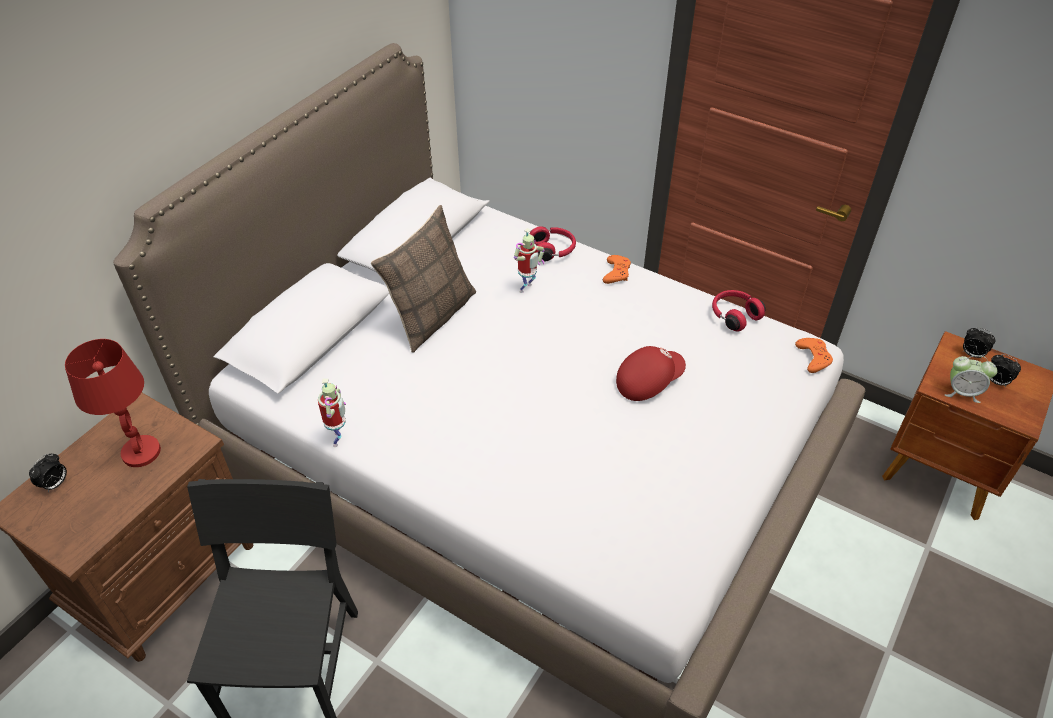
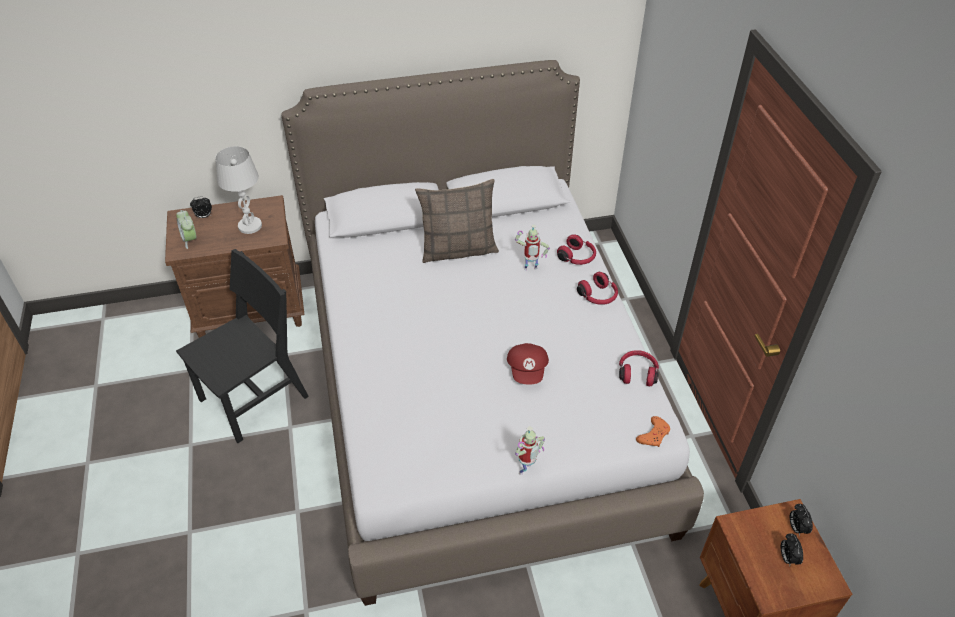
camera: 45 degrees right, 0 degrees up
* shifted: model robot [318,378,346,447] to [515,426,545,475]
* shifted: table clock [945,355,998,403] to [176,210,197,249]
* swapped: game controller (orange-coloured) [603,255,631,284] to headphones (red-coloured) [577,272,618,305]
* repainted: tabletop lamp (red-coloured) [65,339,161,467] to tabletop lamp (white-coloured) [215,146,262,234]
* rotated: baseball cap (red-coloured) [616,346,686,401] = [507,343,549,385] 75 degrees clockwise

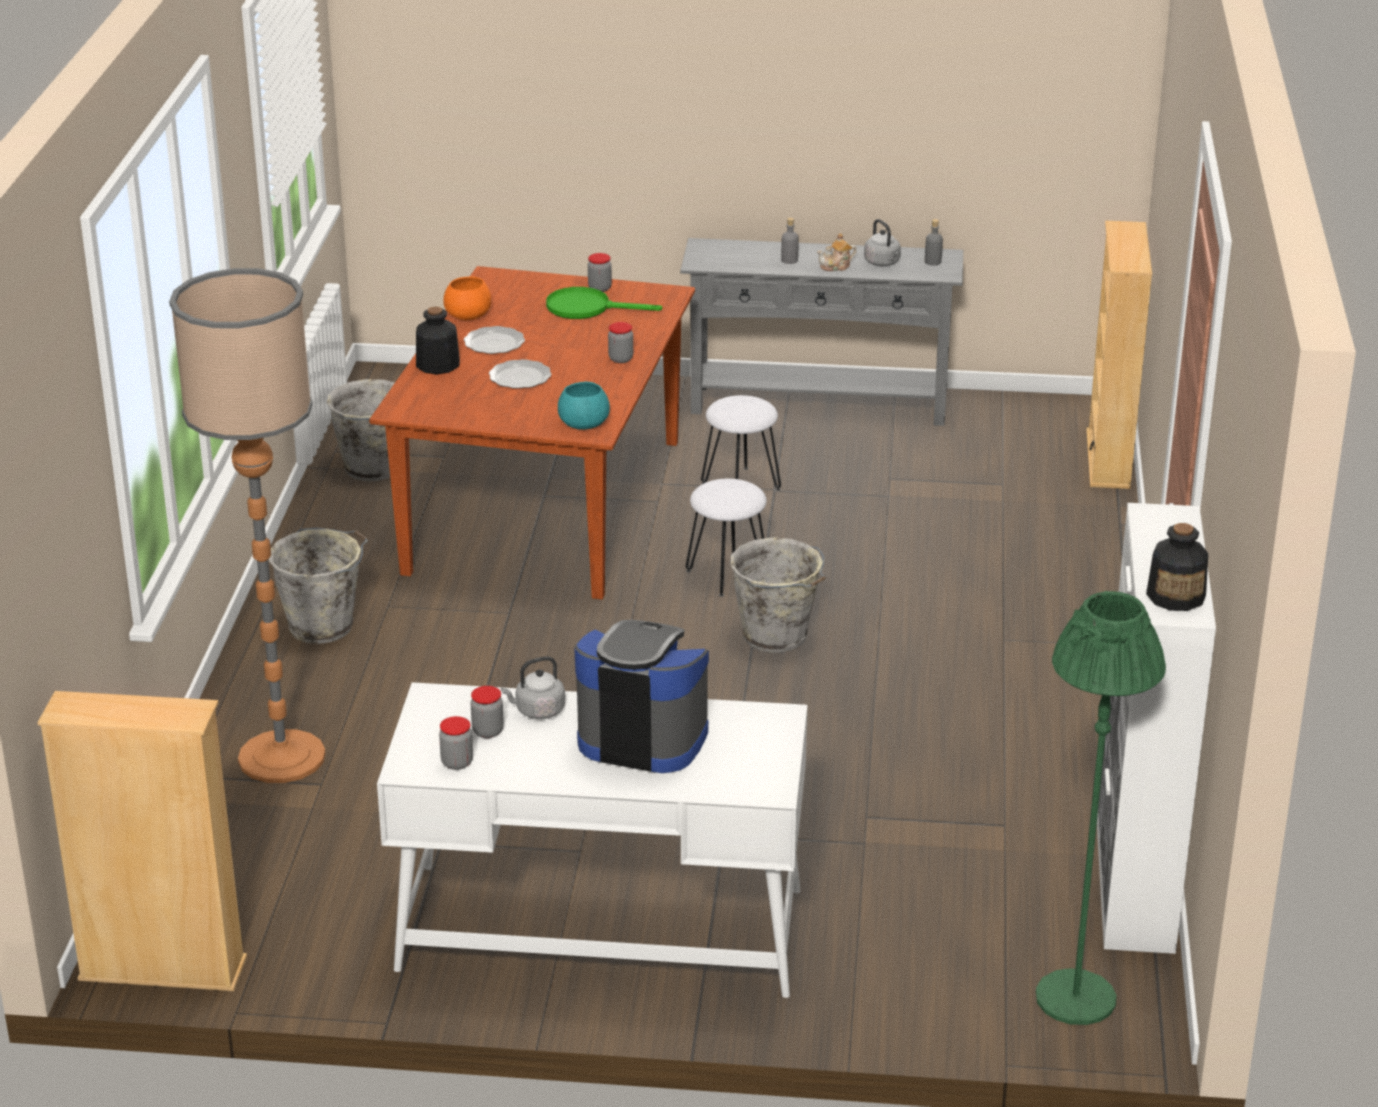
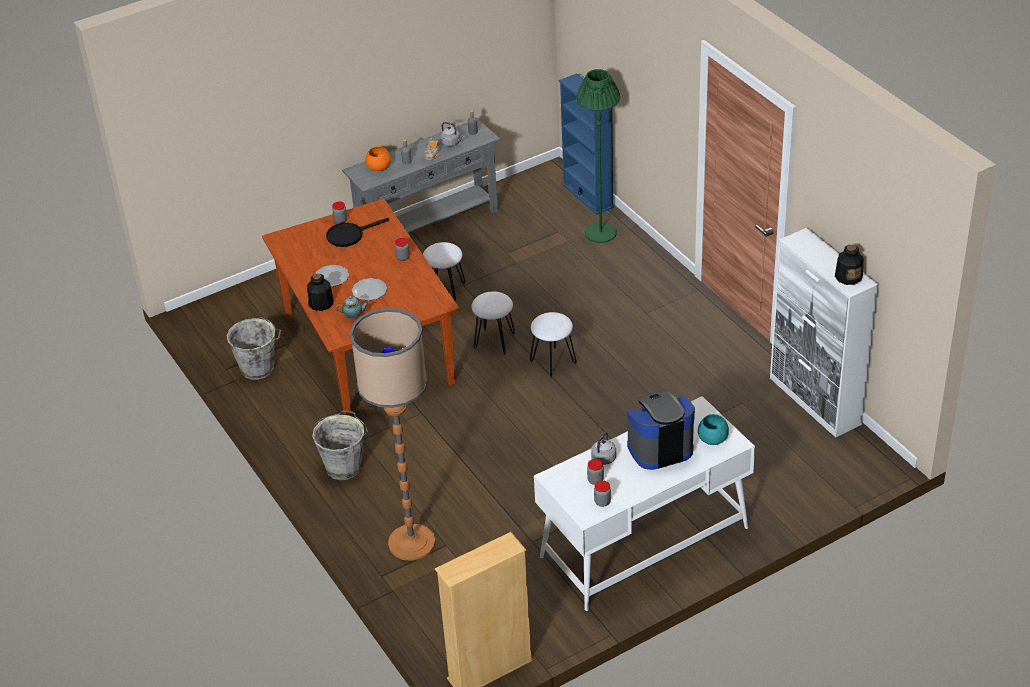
camera: 35 degrees left, 10 degrees up
* new: pot for tea [336,296,369,320]
* shifted: deep dish (orange-coloured) [444,277,491,320] to [365,146,391,171]
* shifted: deep dish (turquoise-coloured) [558,382,610,430] to [698,414,729,445]
* shifted: standard lamp (greenish) [1036,591,1166,1025] to [576,69,620,243]
* swapped: pail (grey) [730,537,826,653] to sitting stool (white-coloured) [530,312,577,378]
* repainted: pan (greenish) [546,287,662,319] to pan (black-coloured) [326,218,389,247]
* repainted: bookshelf (beige) [1086,221,1152,489] to bookshelf (blue) [559,73,614,215]

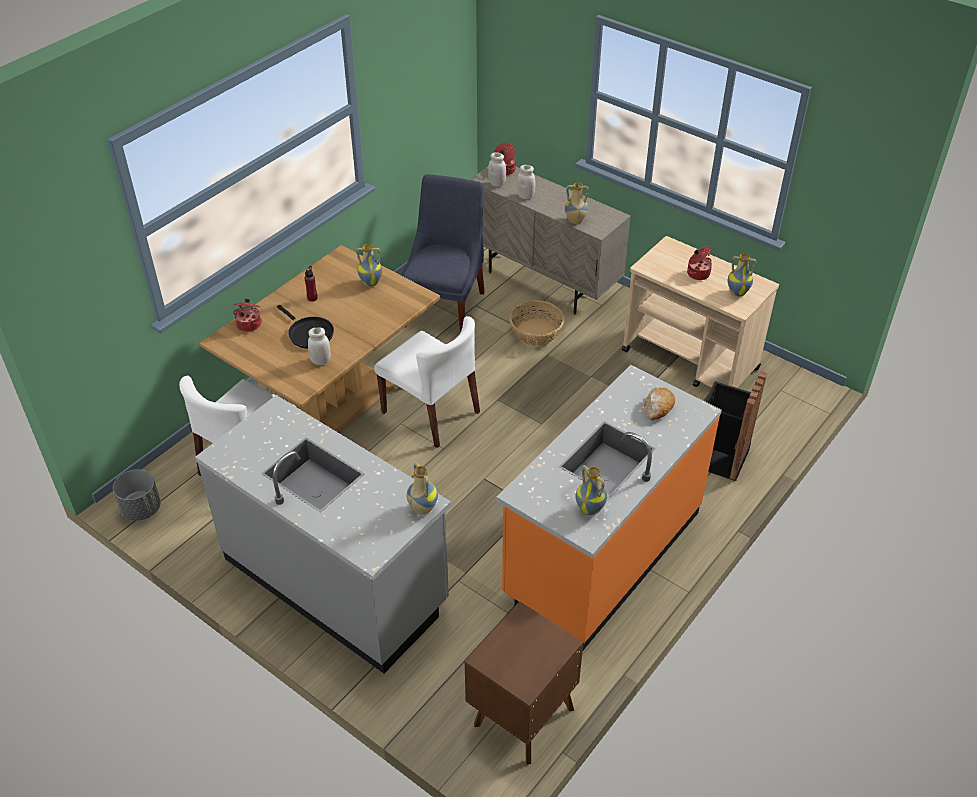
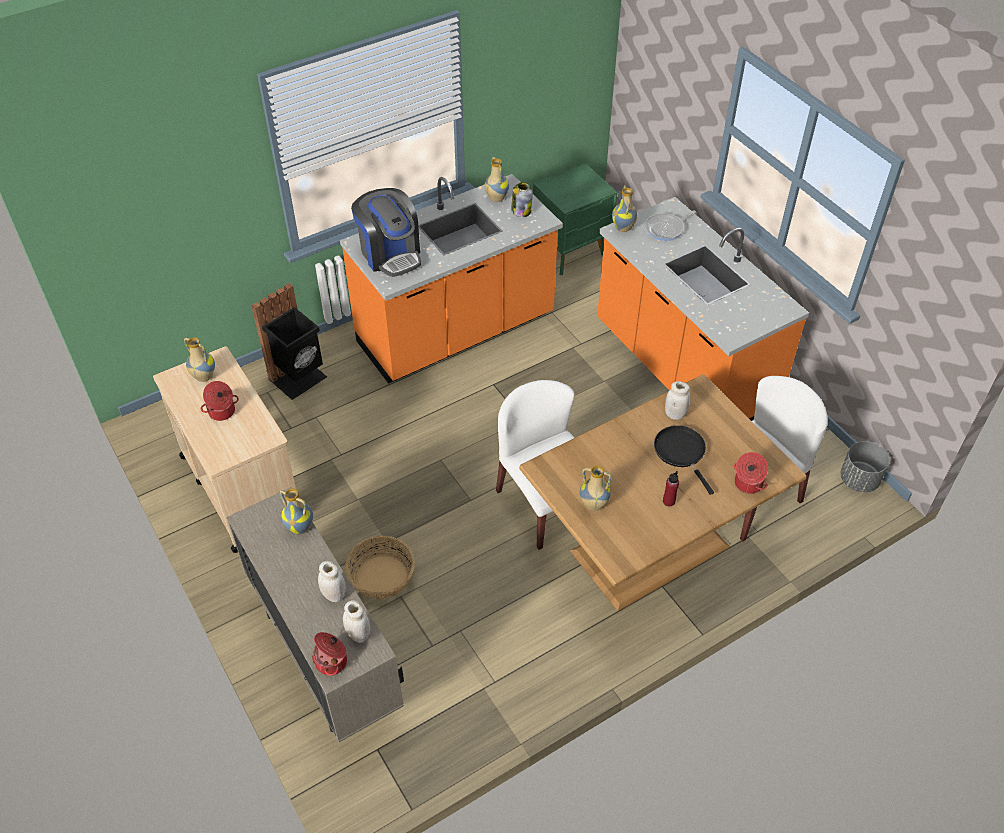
camera: 160 degrees left, 5 degrees up
* gone: upright chair (blue) [401,174,485,332]
* new: storage jar [511,182,533,217]
* new: pan [645,210,696,241]
* swapped: baked bread [644,387,675,421] to coffee maker [351,188,421,277]
* repainted: kitchen base unit (grey) [195,395,451,673] to kitchen base unit (orange-coloured) [597,197,809,421]
* repainted: bedside table (brown) [464,601,583,764] to bedside table (greenish) [533,163,618,275]

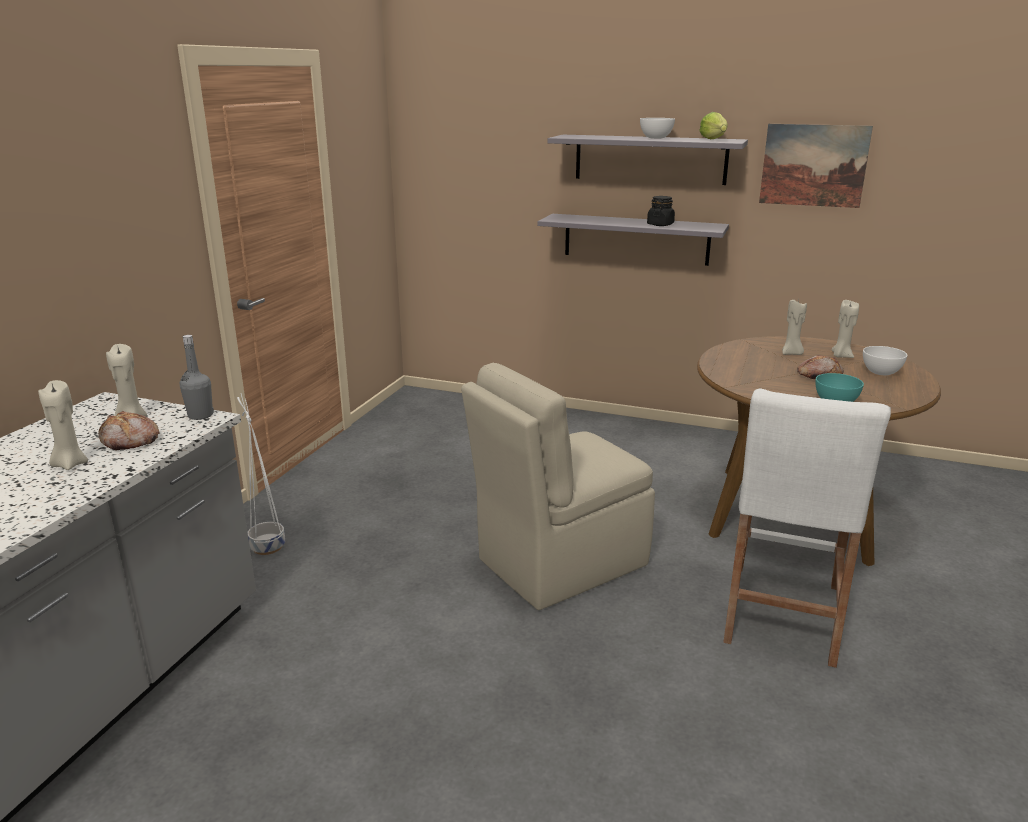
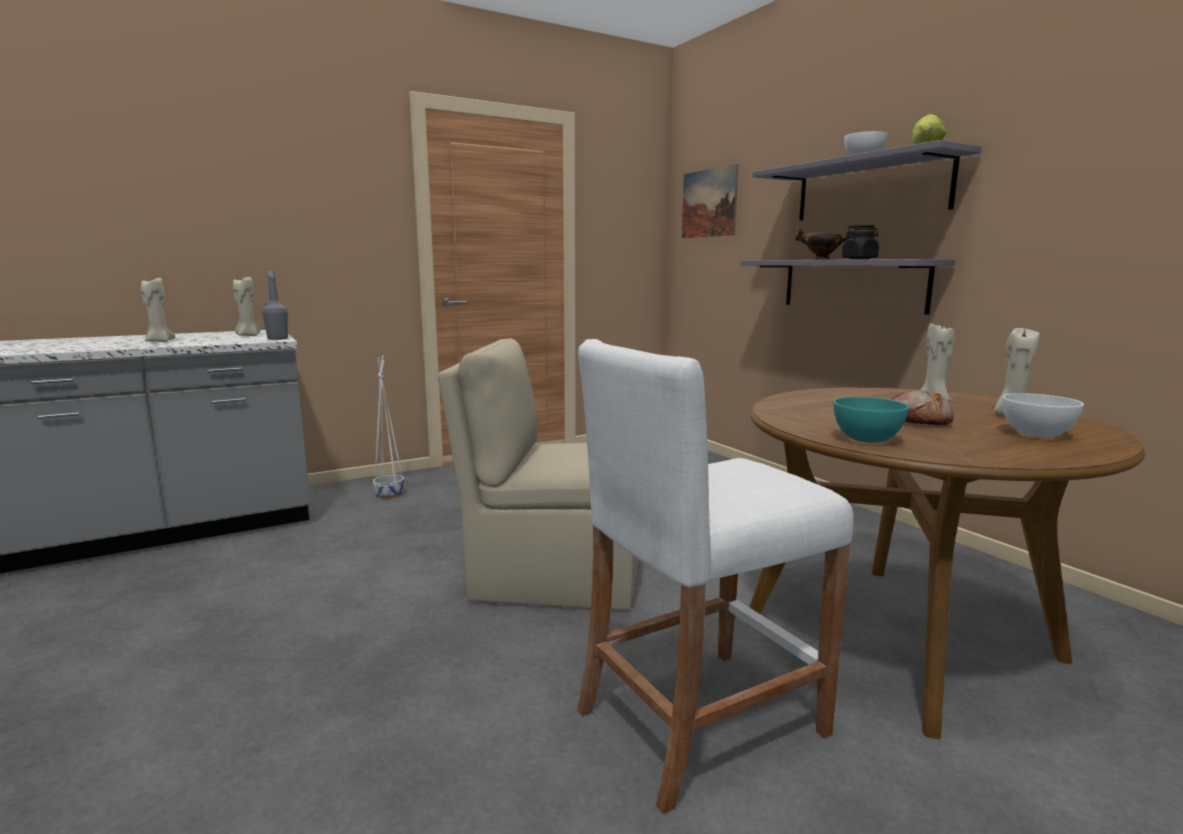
camera: 40 degrees right, 10 degrees down
* gone: baked bread [98,411,160,451]
* new: deep dish [795,229,847,260]
* shifted: wall art [759,124,873,208] to [682,164,738,238]

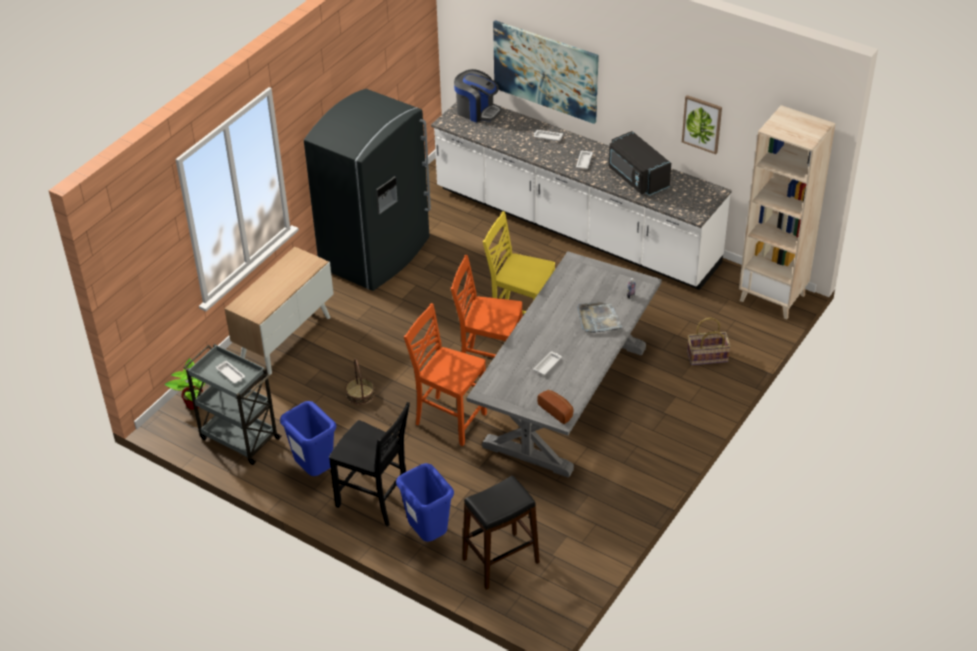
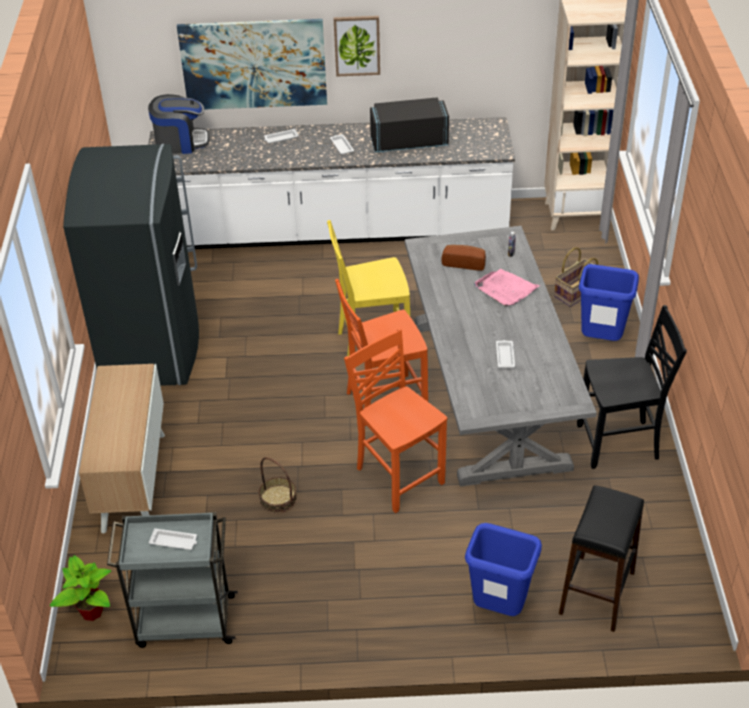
camera: 35 degrees left, 0 degrees up
* shifted: waste bin (blue) [280,401,336,476] to [579,264,639,341]
* shifted: upright chair (black-coloured) [329,402,410,526] to [577,305,687,469]
* shifted: baked bread [537,390,573,424] to [442,245,486,271]
* shifted: wall art [682,95,722,154] to [334,16,380,77]
* repainted: serving tray (grey) [577,302,623,333] to serving tray (pinkish) [474,269,540,307]
* rotated: upright chair (orange-coloured) [404,303,487,446] = [344,329,447,513] 60 degrees clockwise
* rotated: microwave oven (black-coloured) [609,131,671,196] = [370,97,449,153] 150 degrees clockwise

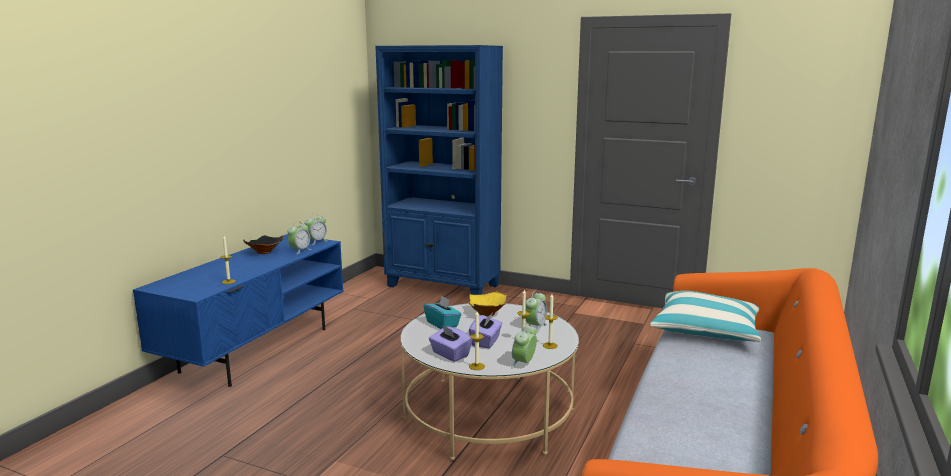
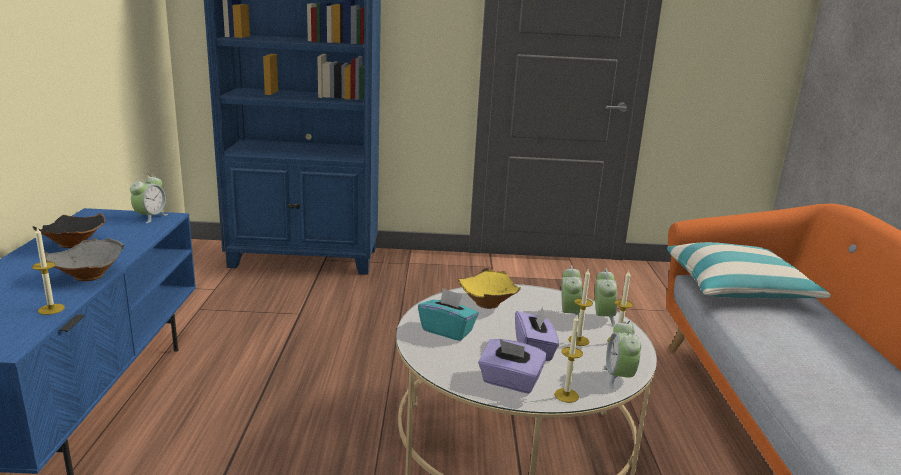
camera: 25 degrees left, 5 degrees up
* new: deep dish (grey) [45,238,124,281]
* shifted: table clock [287,221,311,254] to [595,268,617,327]

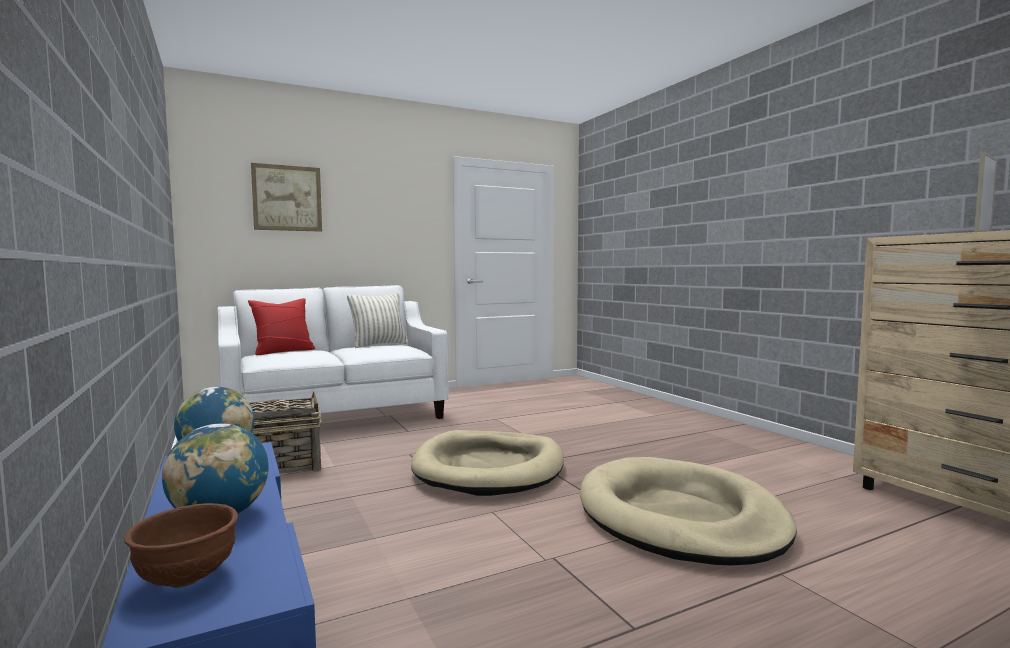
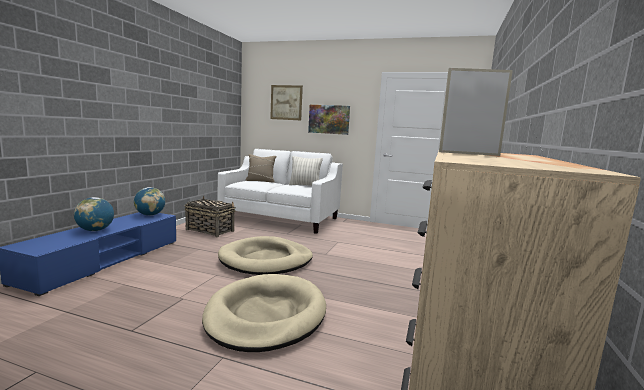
camera: 45 degrees right, 5 degrees up
* gone: deep dish (brown) [124,503,238,587]
* new: wall art [308,105,350,135]
* repainted: pillow (red-coloured) [248,298,315,355] to pillow (beige) [246,154,276,183]

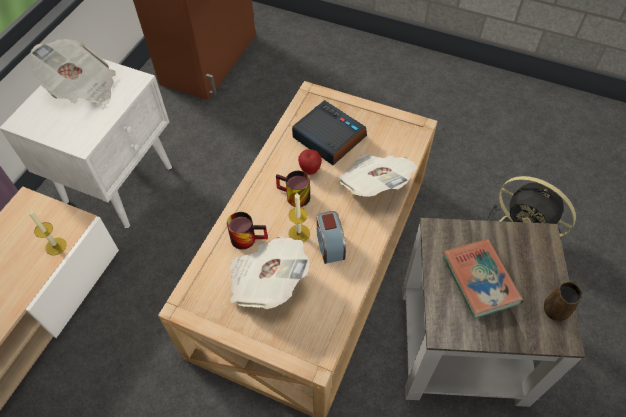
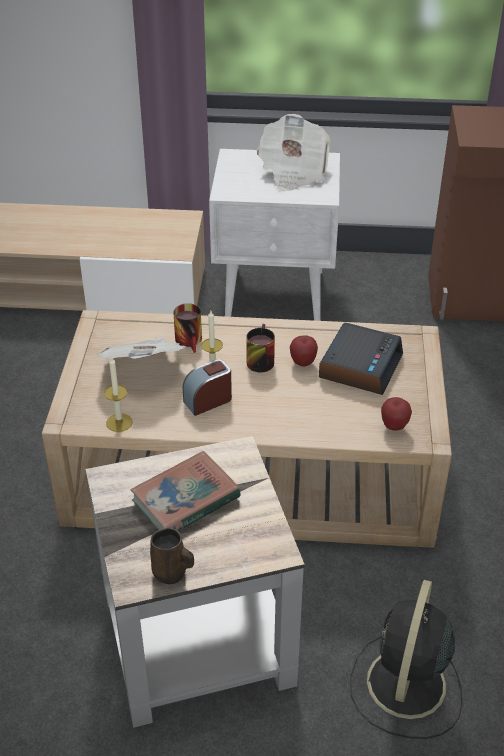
camera: 70 degrees right, 15 degrees down
* gone: daily paper [337,154,418,197]
* new: apple [381,397,412,431]
* shifted: wax candle [28,209,66,255] to [104,356,133,432]

